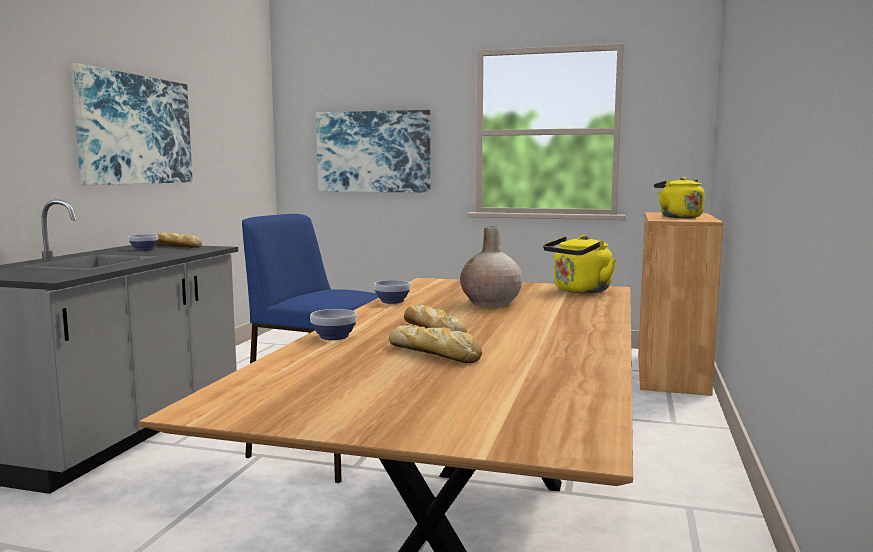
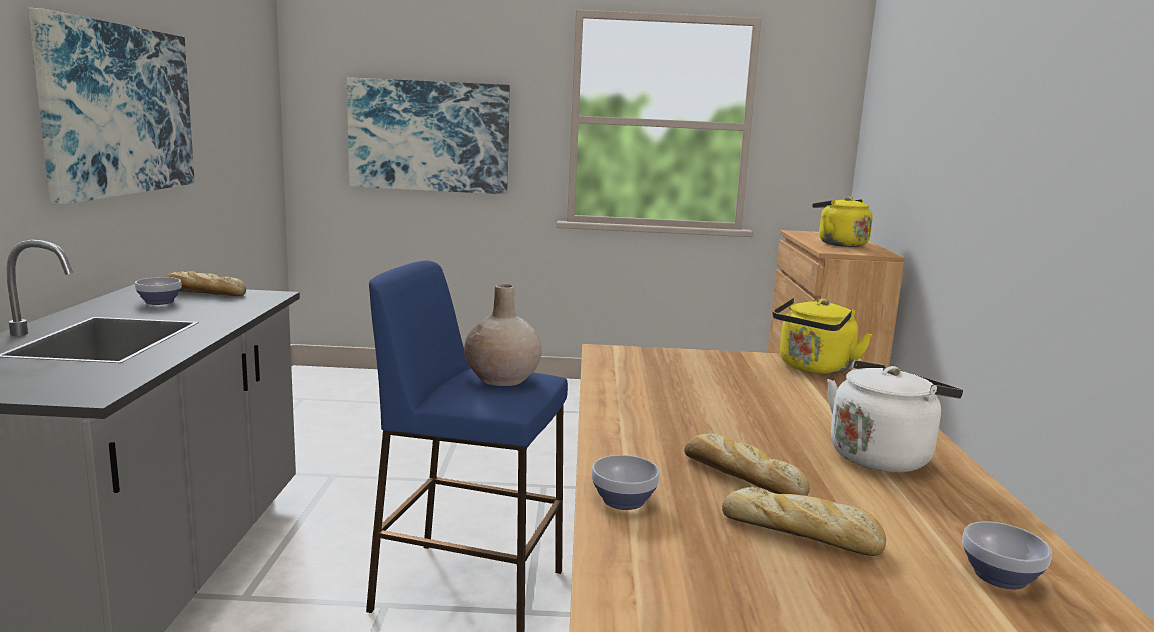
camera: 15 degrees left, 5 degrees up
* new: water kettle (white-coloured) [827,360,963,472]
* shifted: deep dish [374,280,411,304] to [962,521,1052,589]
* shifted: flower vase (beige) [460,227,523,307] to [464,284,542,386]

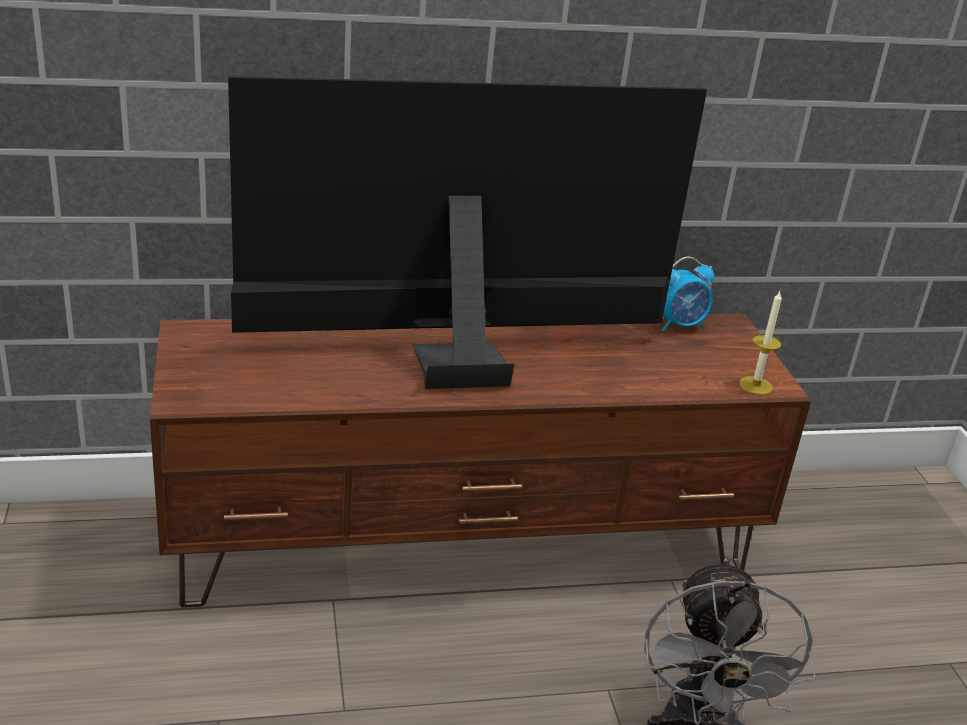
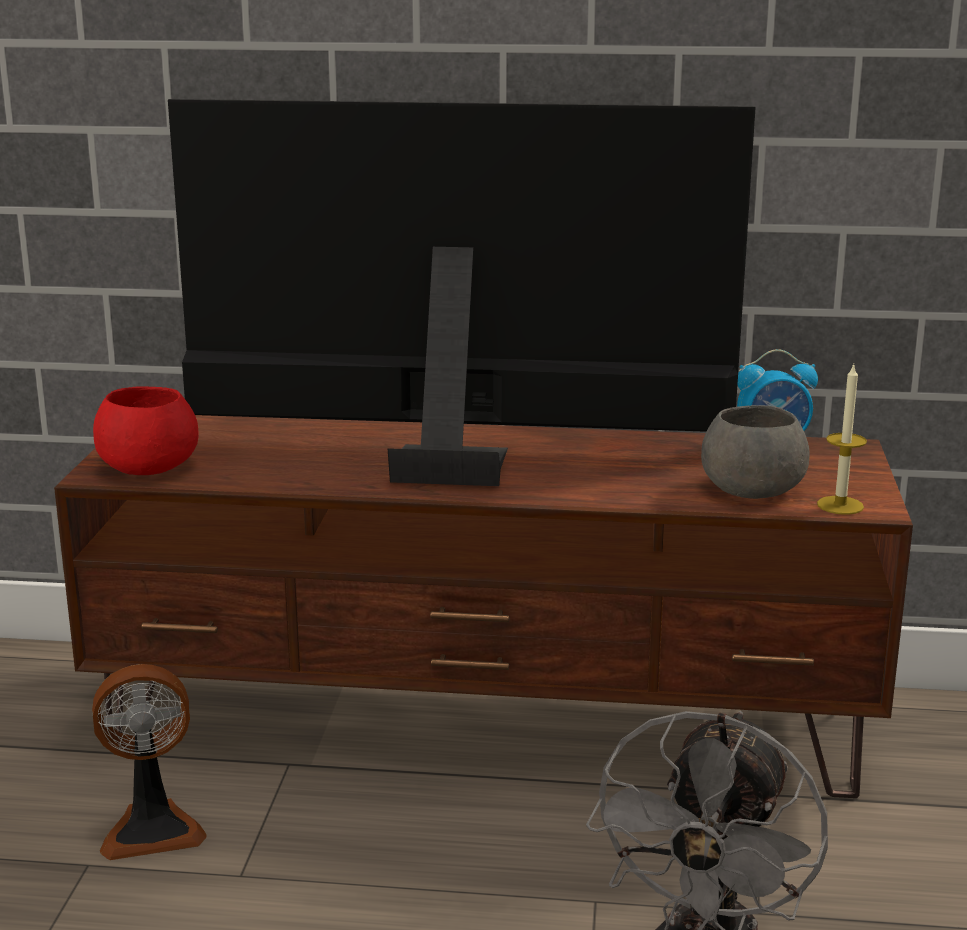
camera: 20 degrees right, 10 degrees down
* new: electric fan [92,664,207,860]
* new: deep dish (red-coloured) [93,387,199,475]
* new: deep dish (grey) [701,405,810,499]

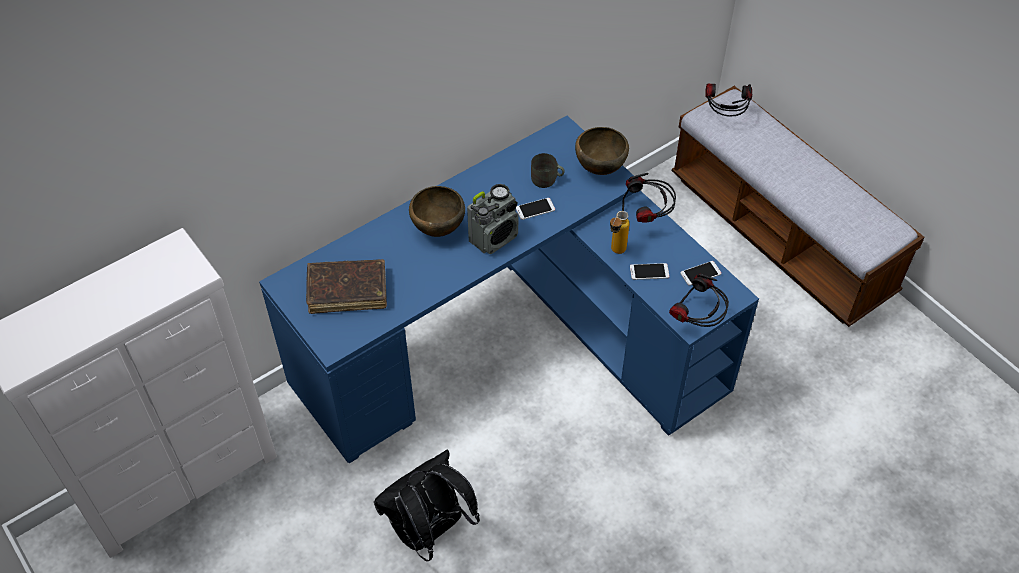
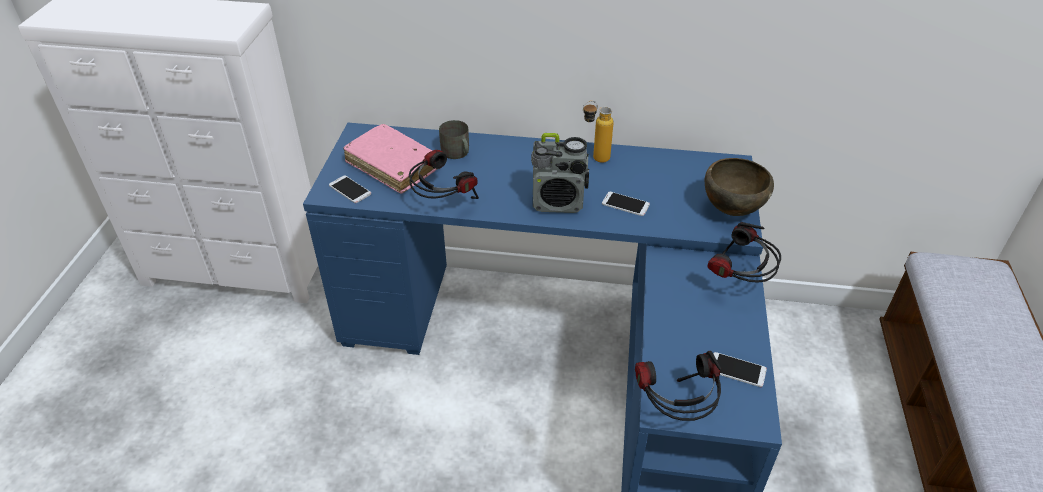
camera: 45 degrees right, 10 degrees down
* gone: backpack (black-coloured) [374,449,480,562]
* gone: deep dish (brown) [409,186,465,237]
* shifted: mug (grey) [531,153,565,188] to [439,120,469,159]
* shifted: drink bottle [610,211,630,254] to [583,101,614,163]
* shifted: handset [630,263,669,280] to [329,175,371,203]
* shifted: headphones [705,84,752,117] to [409,150,479,199]
* repainted: volume (brown) [306,259,387,314] to volume (pinkish) [343,124,437,193]

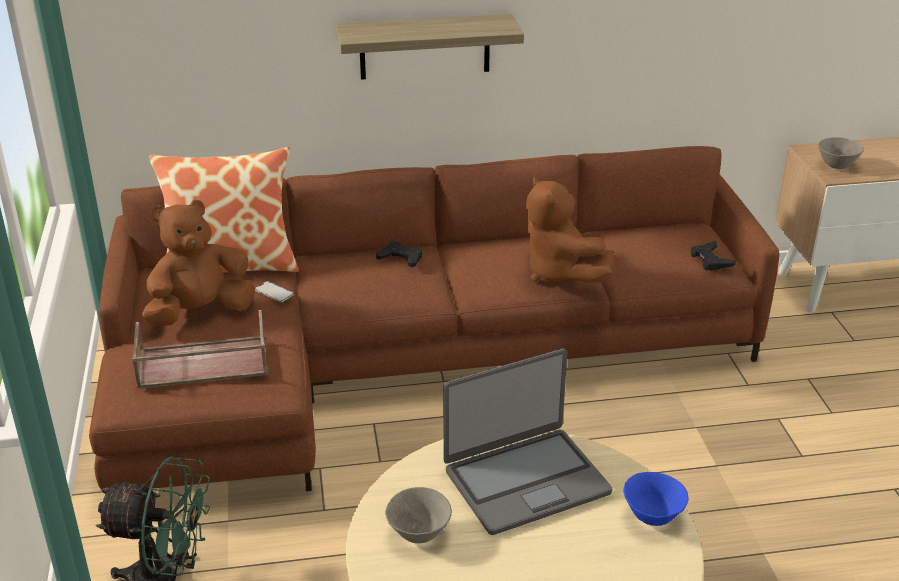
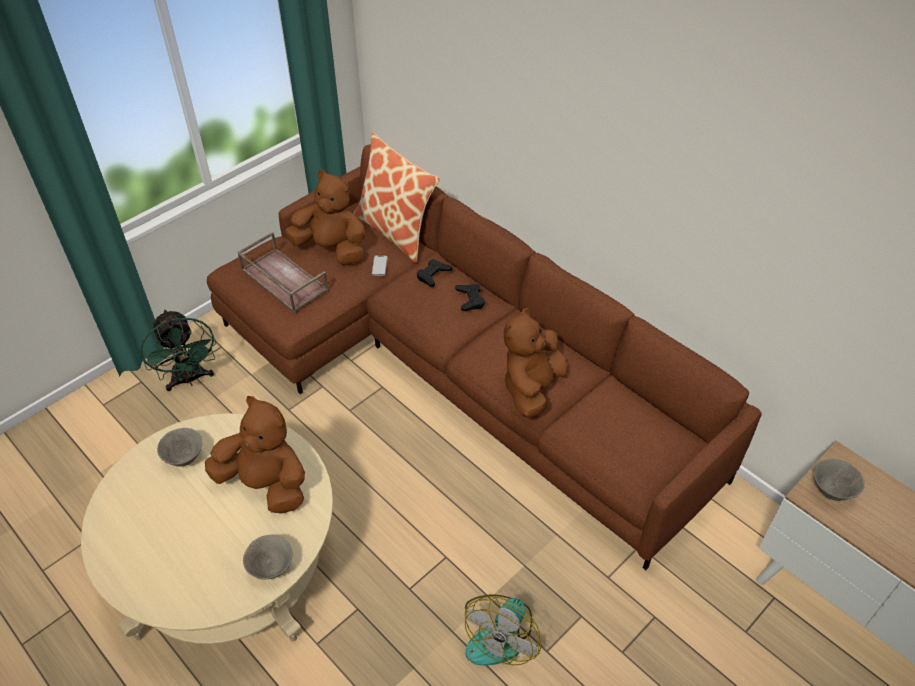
camera: 55 degrees right, 15 degrees up
* gone: bracket shelf [336,14,524,80]
* new: electric fan [465,594,541,665]
* shifted: game controller (black-coloured) [691,241,736,271] to [417,259,452,287]
* swapped: notebook computer [443,349,612,535] to soft toy (brown) [205,396,305,514]
* repainted: deep dish (blue) [623,472,688,526] to deep dish (grey) [243,535,293,580]

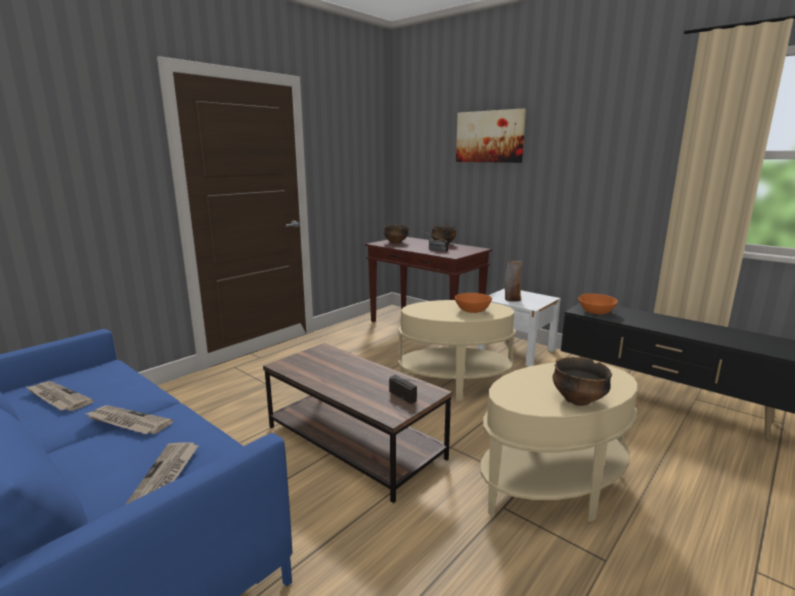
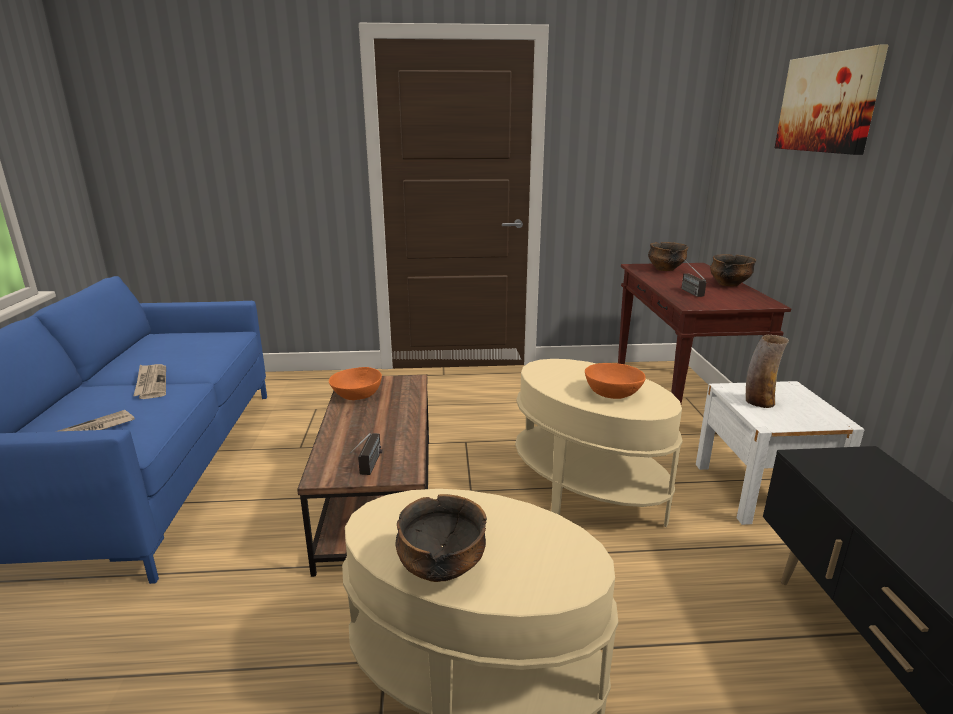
camera: 45 degrees right, 5 degrees up
* gone: daily paper [25,381,94,411]
* shifted: deep dish (orange-coloured) [578,293,618,315] to [329,367,382,400]

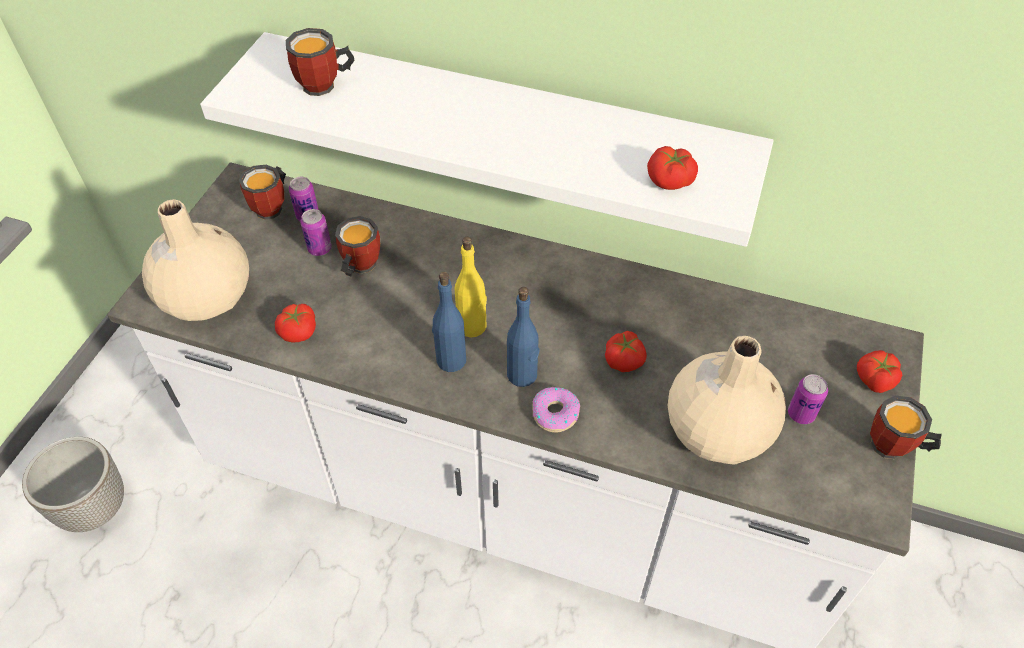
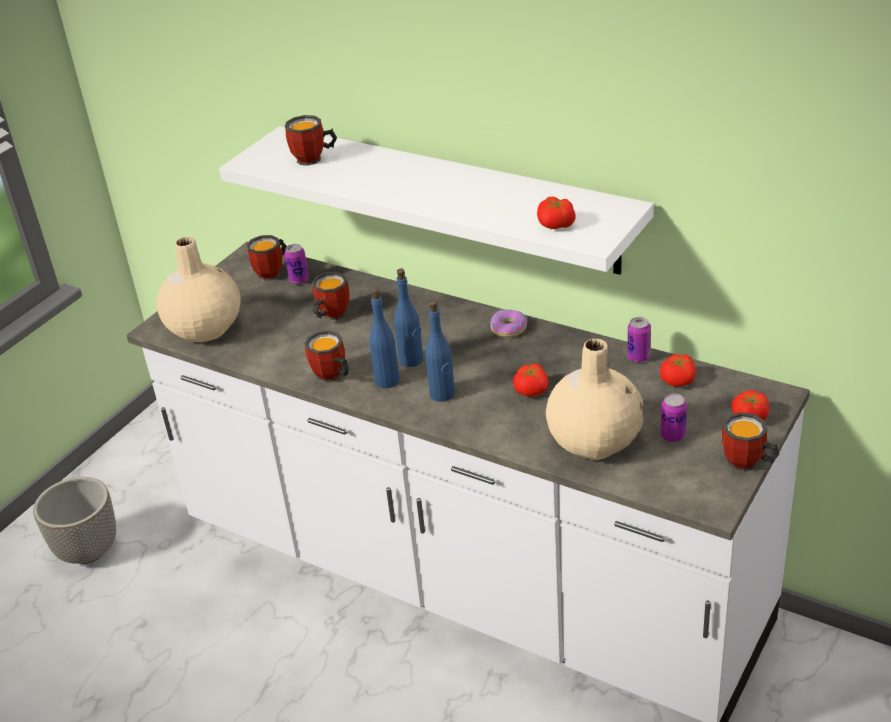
camera: 15 degrees right, 15 degrees down
* new: mug [305,330,349,383]
* shifted: whole tomato [275,304,316,343] to [660,354,696,387]
* shifted: sealed can [300,209,332,256] to [627,317,651,362]
* shifted: donut [532,387,580,433] to [490,309,527,337]
* repainted: drink bottle (yellowish) [455,237,487,338] to drink bottle (blue) [394,268,423,367]

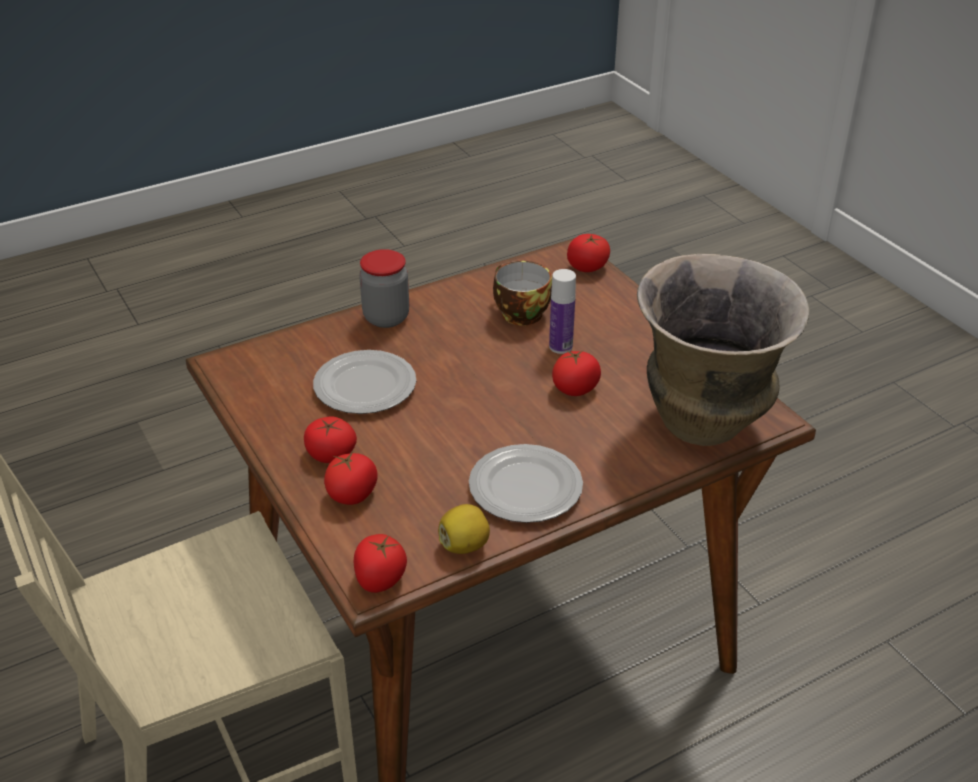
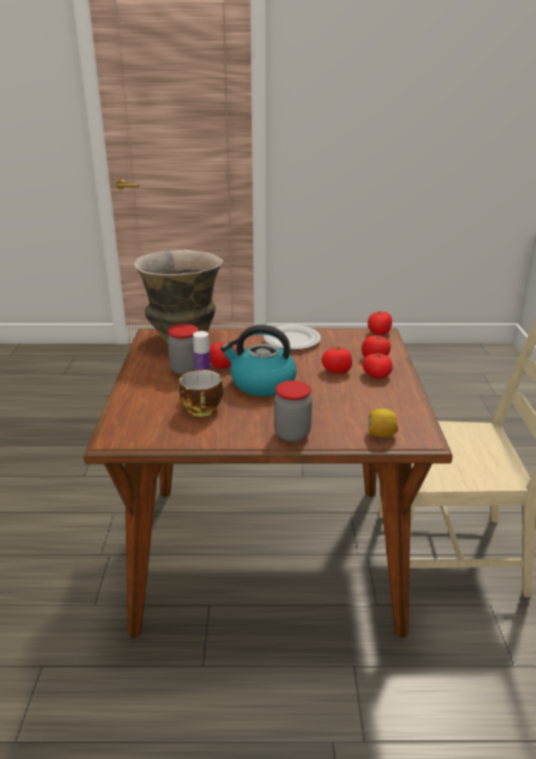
camera: 150 degrees left, 10 degrees down
* gone: flat dish [313,350,416,414]
* new: storage jar [168,324,198,375]
* new: water kettle [220,325,297,396]
* shifted: lemon [438,504,490,554] to [368,408,398,437]
* shifted: whole tomato [567,234,610,272] to [321,346,352,374]

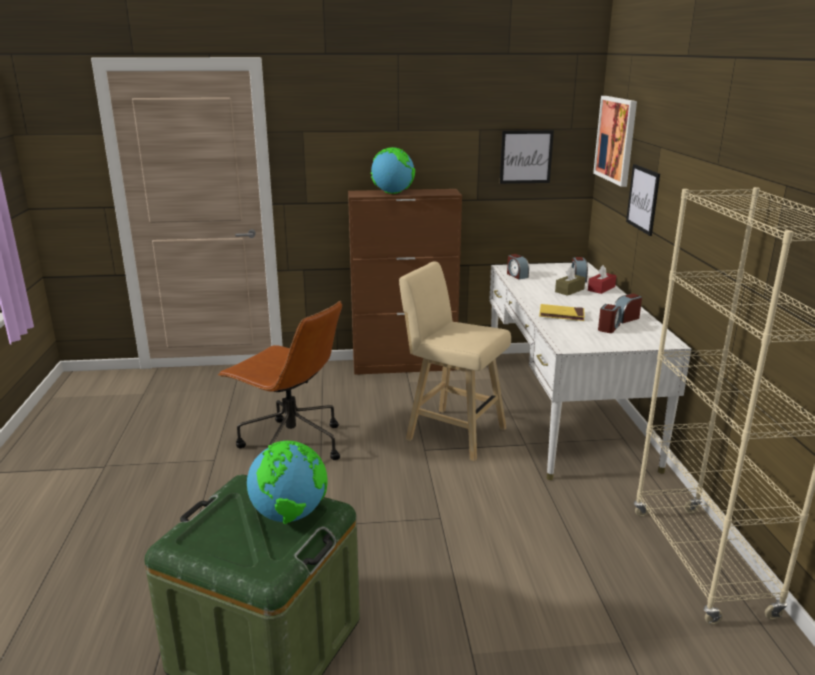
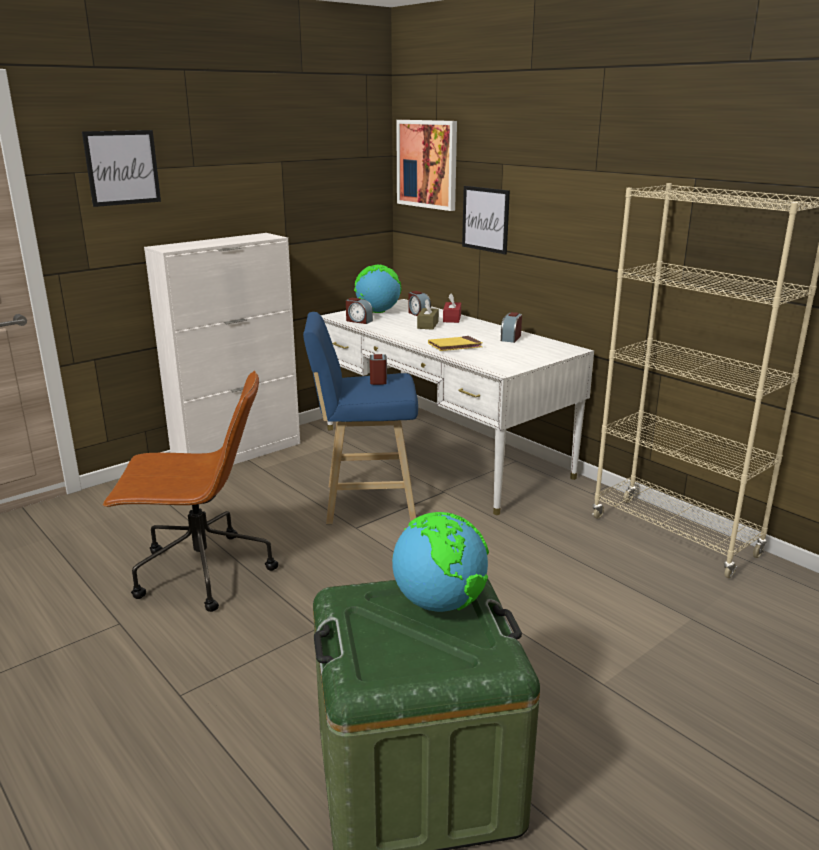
camera: 35 degrees left, 0 degrees up
* shifted: world globe [371,147,415,194] to [354,265,401,313]
* shifted: wall art [500,130,554,184] to [82,130,161,207]
* shifted: table clock [598,304,622,333] to [370,354,387,385]
* repainted: storage cabinet (brown) [348,189,462,375] to storage cabinet (white-coloured) [144,233,300,465]
* repainted: sitting stool (beige) [399,262,511,461] to sitting stool (blue) [303,312,418,525]

